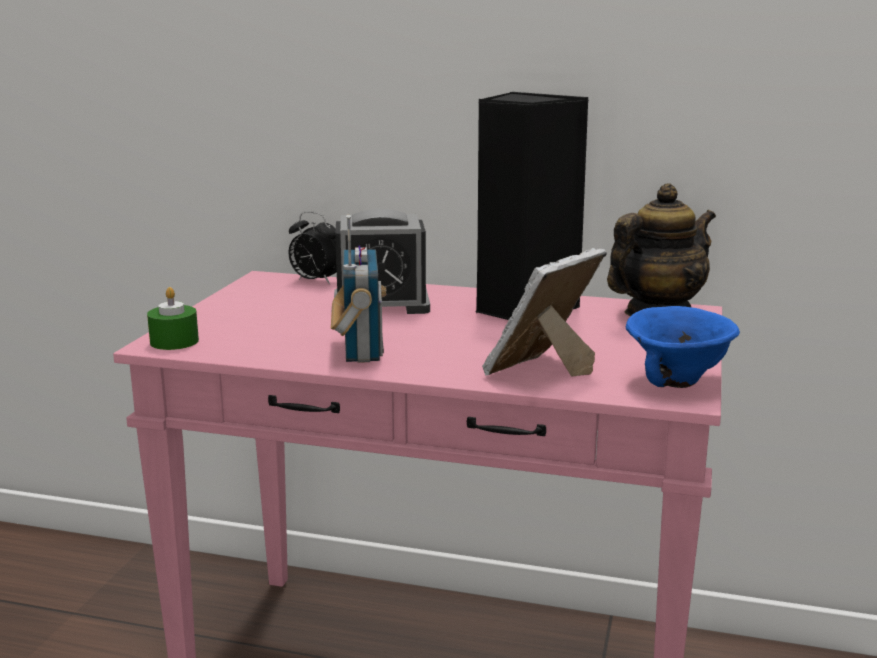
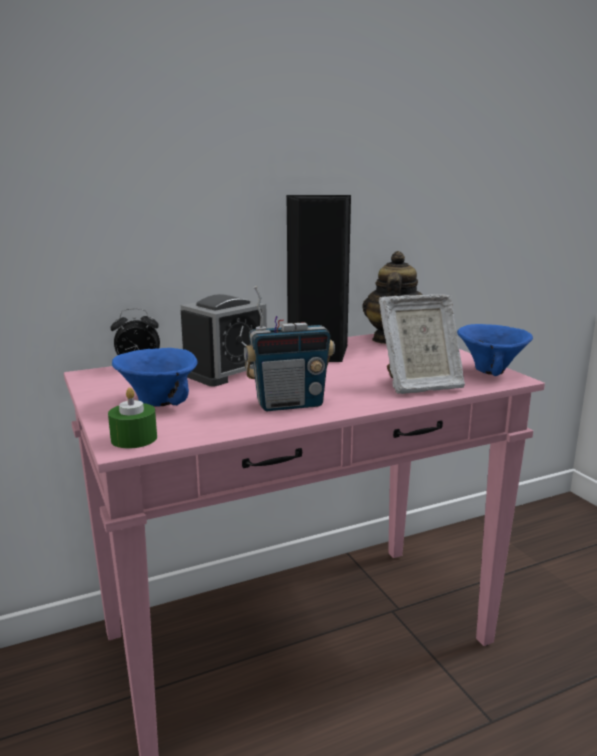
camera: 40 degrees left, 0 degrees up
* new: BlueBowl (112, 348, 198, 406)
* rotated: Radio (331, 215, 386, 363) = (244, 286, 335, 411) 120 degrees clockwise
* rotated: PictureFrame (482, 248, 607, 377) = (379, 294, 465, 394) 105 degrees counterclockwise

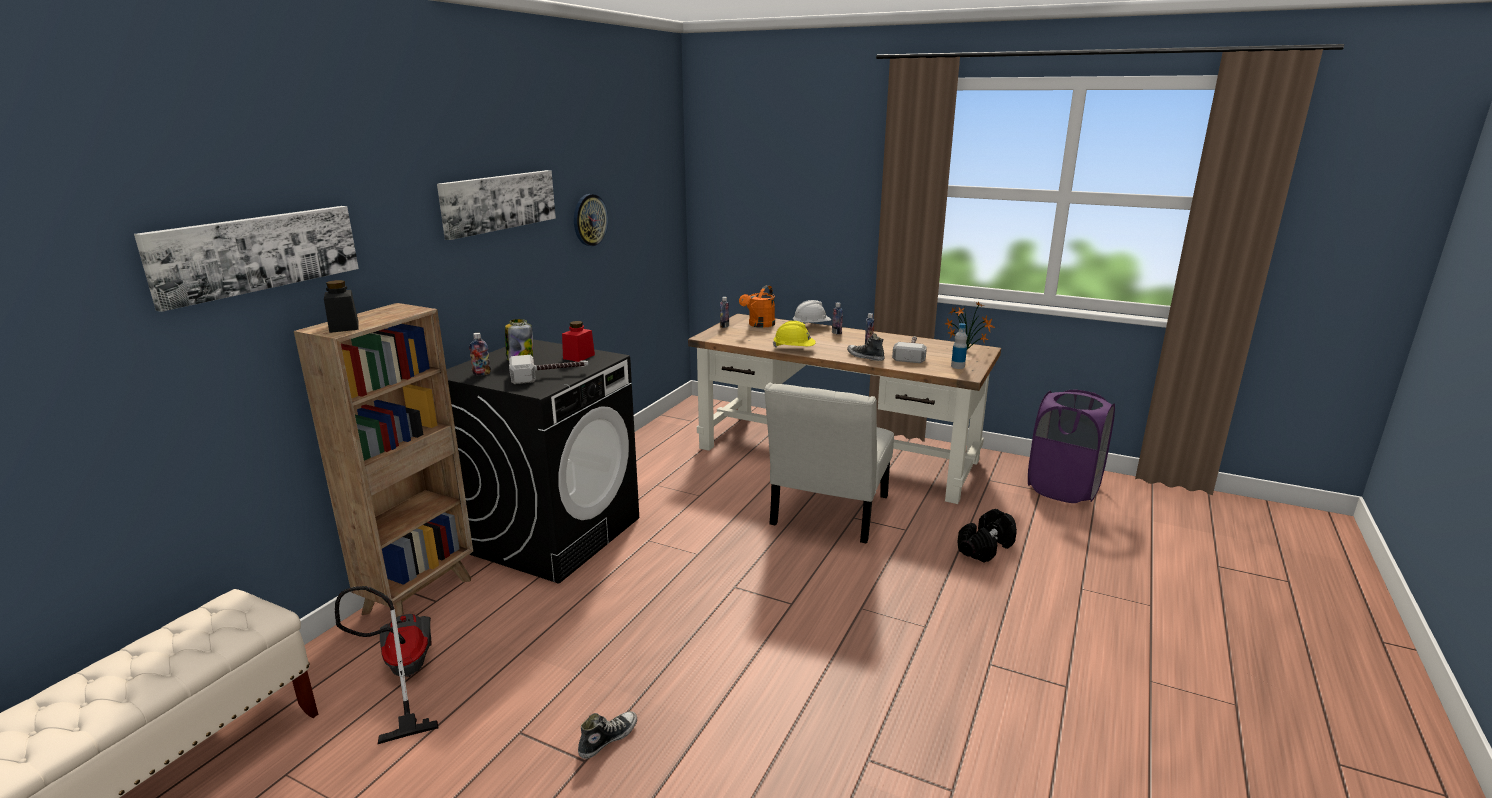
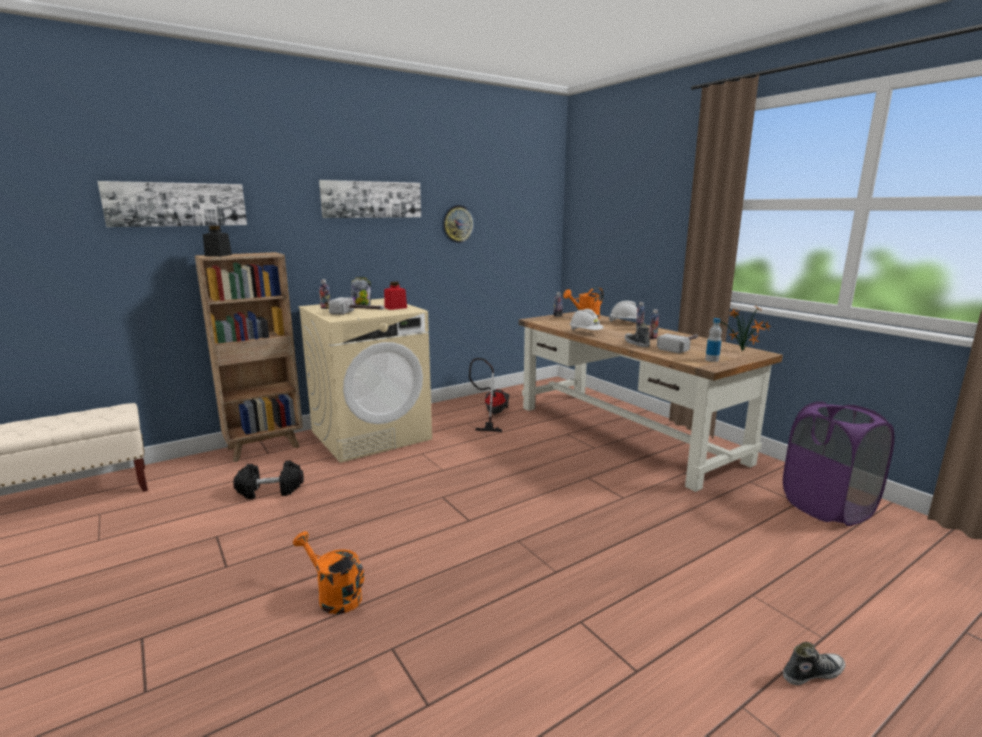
camera: 30 degrees right, 5 degrees down
* shifted: BlackDumbbell (957, 509, 1017, 563) to (233, 460, 304, 499)
* new: OrangeWateringCan (293, 531, 364, 614)
* repainted: BlackWashingMachine (446, 339, 639, 584) to BeigeWashingMachine (299, 298, 432, 463)
* shifted: VacuumCleaner (335, 586, 438, 744) to (469, 358, 510, 432)
* repainted: YellowHardHat (773, 321, 816, 347) to WhiteHardHat (570, 309, 604, 331)
* shifted: Shoe (578, 711, 637, 759) to (783, 642, 846, 685)
* gone: WhiteChair (764, 383, 894, 544)

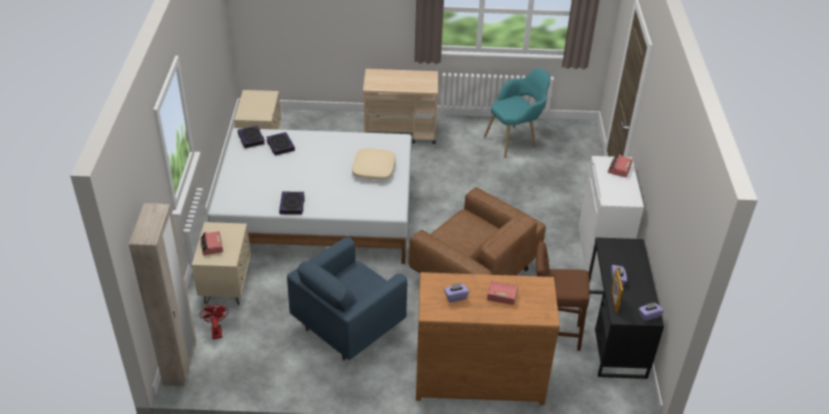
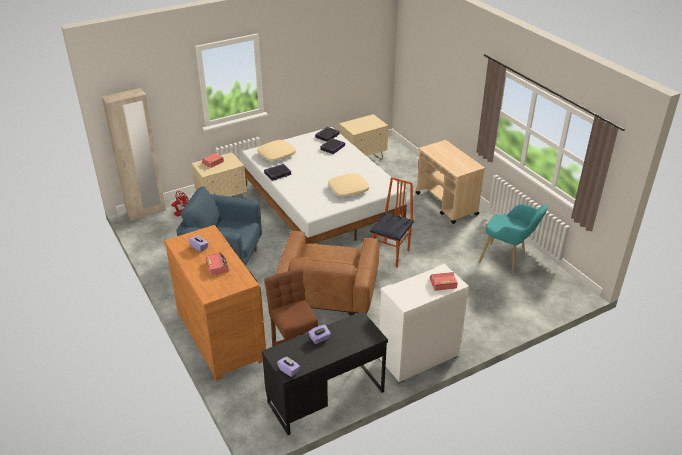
camera: 60 degrees right, 5 degrees down
* new: BeigePillow (257, 140, 296, 161)
* new: Chair (370, 177, 414, 268)
* gone: PictureFrame (611, 268, 624, 313)

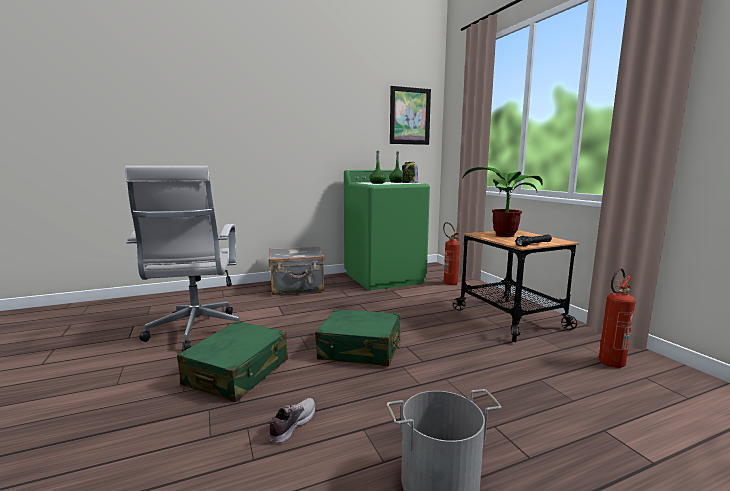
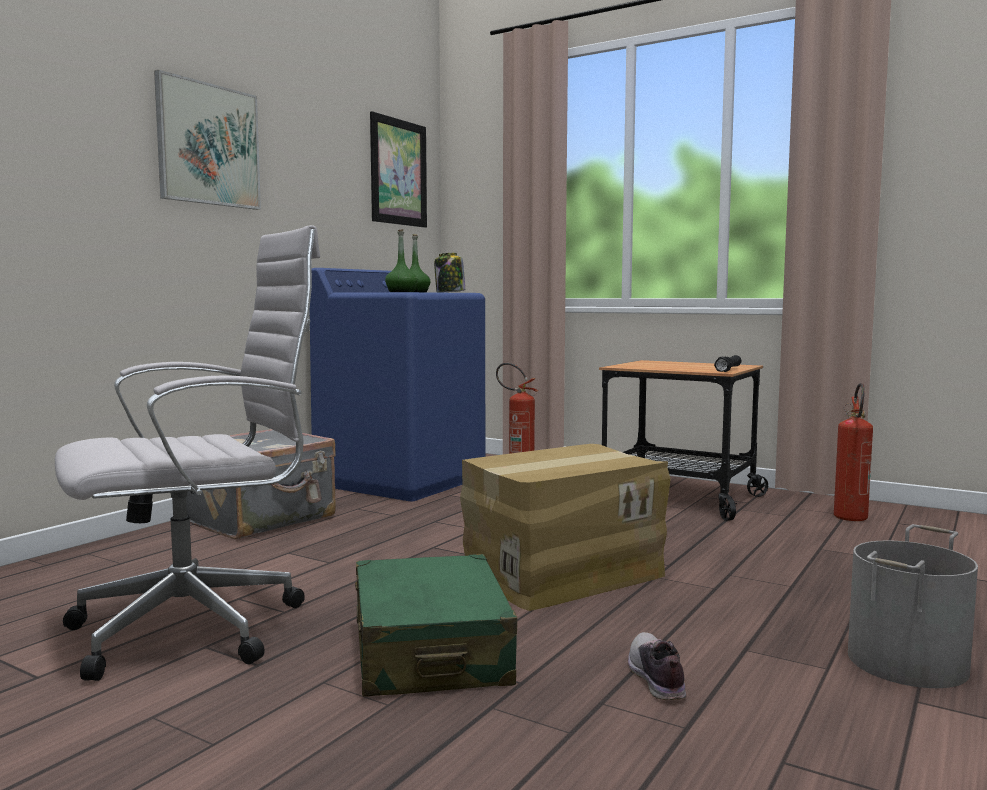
camera: 35 degrees left, 5 degrees down
* rotated: WhiteOfficeChair (125, 166, 240, 350) = (55, 225, 320, 681) 75 degrees counterclockwise
* new: Picture (154, 70, 261, 210)
* repainted: GreenWashingMachine (344, 170, 430, 291) to BlueWashingMachine (310, 268, 485, 501)
* swapped: GreenSuitcase (315, 309, 401, 366) to CardboardBox (460, 444, 671, 611)
* gone: PottedPlant (463, 167, 543, 237)

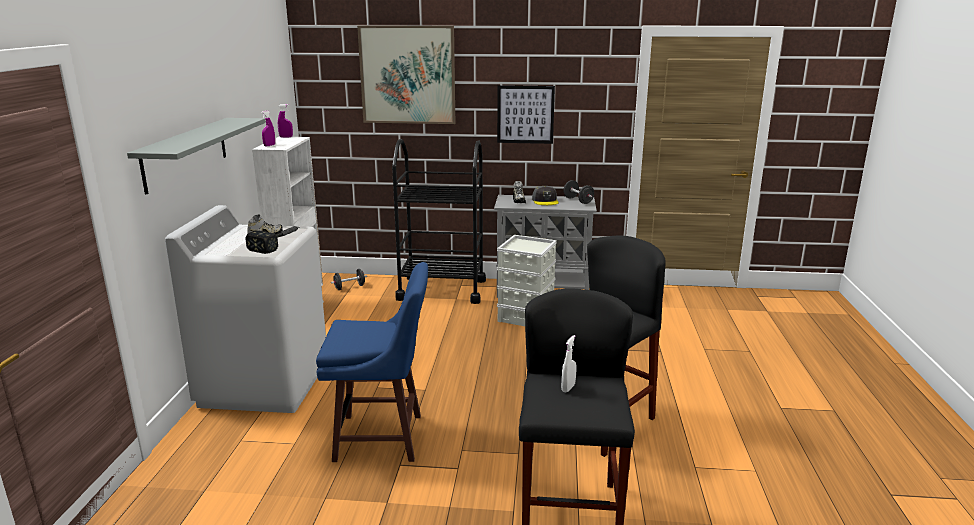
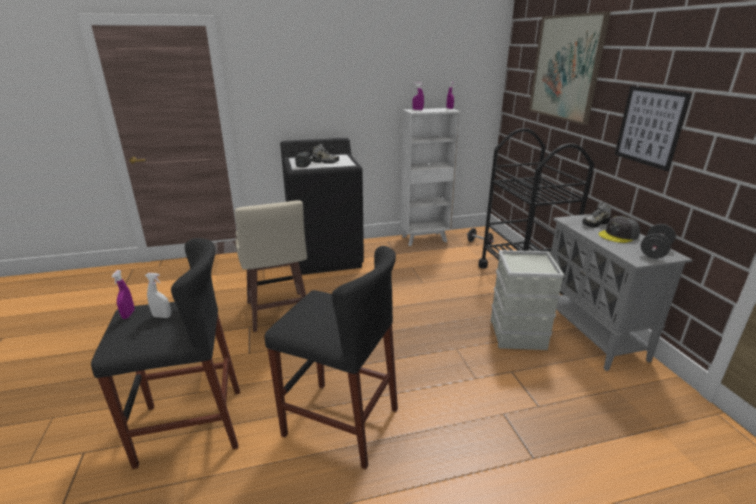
camera: 70 degrees right, 5 degrees up
* new: PurpleSprayBottle (111, 270, 135, 319)
* repainted: BlueStool (316, 262, 428, 462) to BeigeStool (235, 201, 307, 332)
* repainted: WhiteWashingMachine (165, 205, 326, 413) to BlackWashingMachine (280, 138, 364, 275)
* gone: GreyShelf (127, 118, 266, 195)

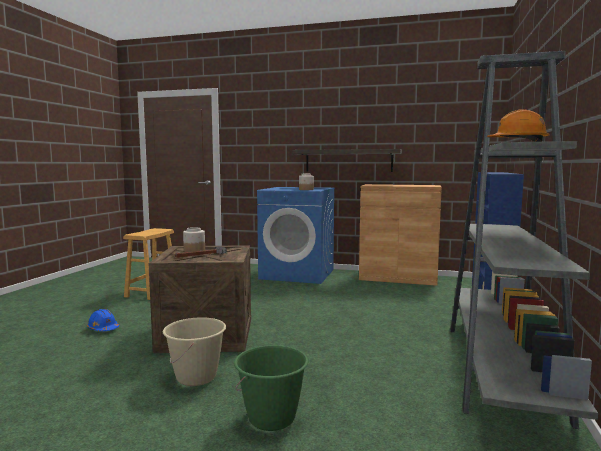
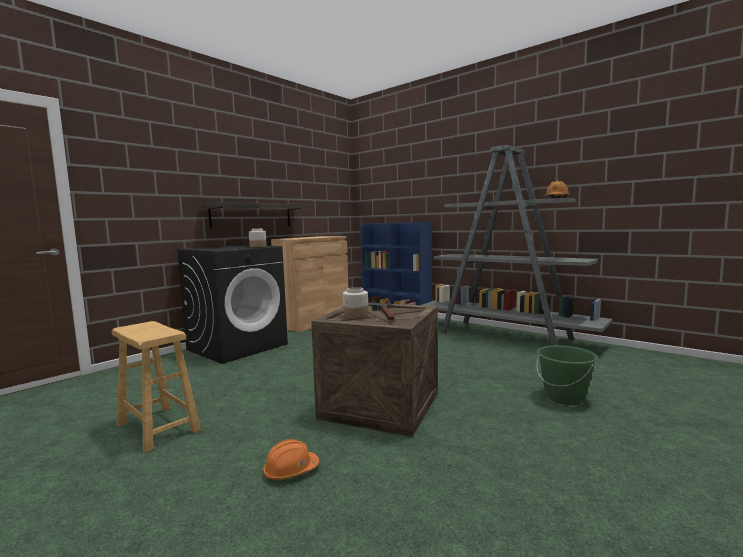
camera: 65 degrees left, 0 degrees up
* repainted: BlueWashingMachine (257, 187, 335, 284) to BlackWashingMachine (176, 245, 288, 364)
* repainted: BlueHardHat (87, 309, 119, 331) to OrangeHardHat (263, 439, 319, 480)
* gone: BeigeBucket (163, 317, 226, 386)

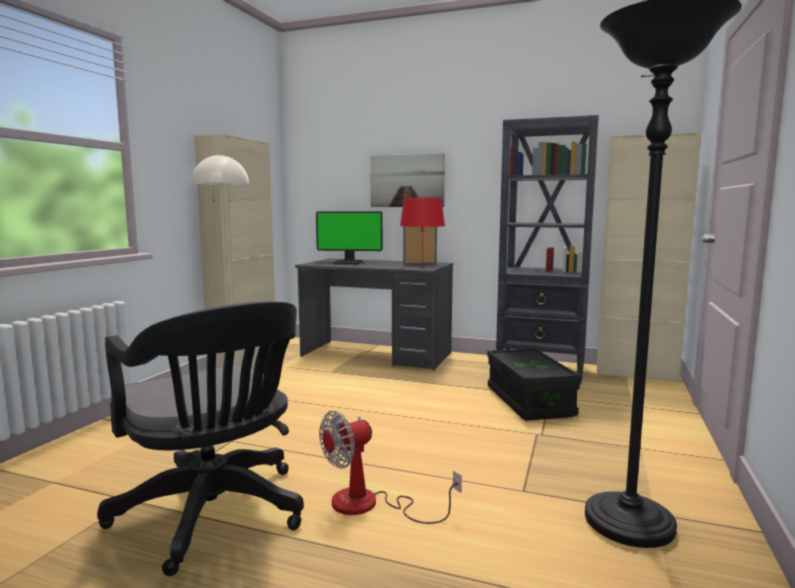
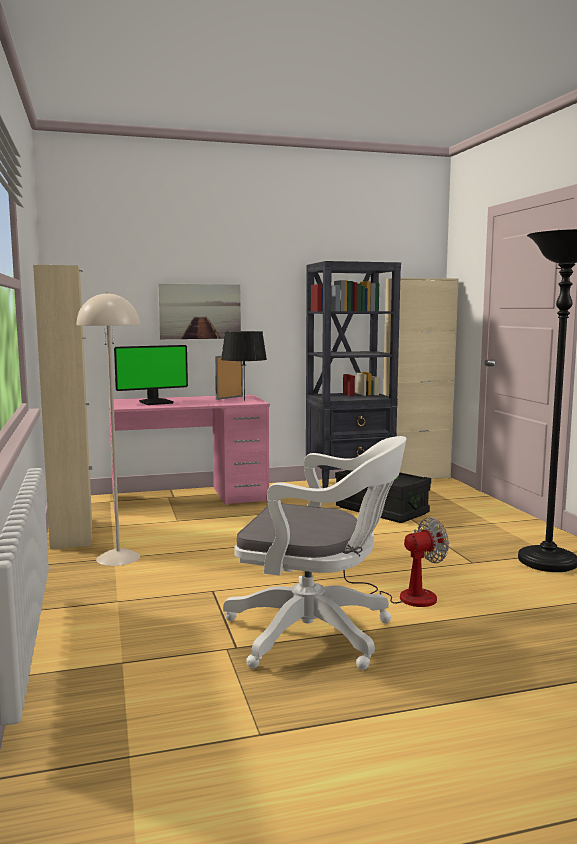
camera: 35 degrees left, 0 degrees up
* repainted: GreyDesk (295, 259, 453, 371) to PinkDesk (109, 395, 270, 514)
* repainted: RedTableLamp (400, 198, 445, 267) to BlackTableLamp (221, 331, 267, 401)
* repainted: BlackOfficeChair (97, 301, 304, 576) to WhiteOfficeChair (223, 436, 407, 670)
* rotated: Fan (319, 411, 462, 524) = (344, 517, 449, 607) 135 degrees counterclockwise

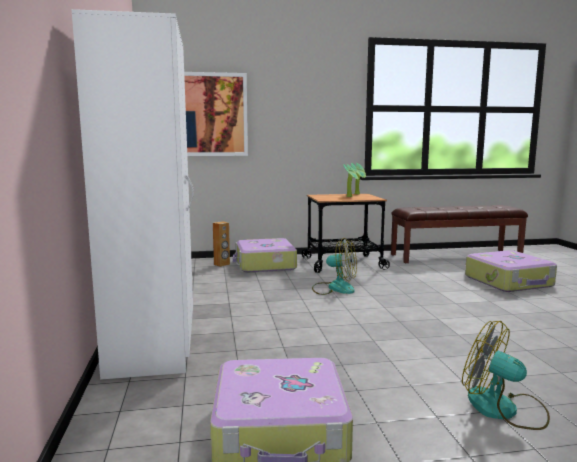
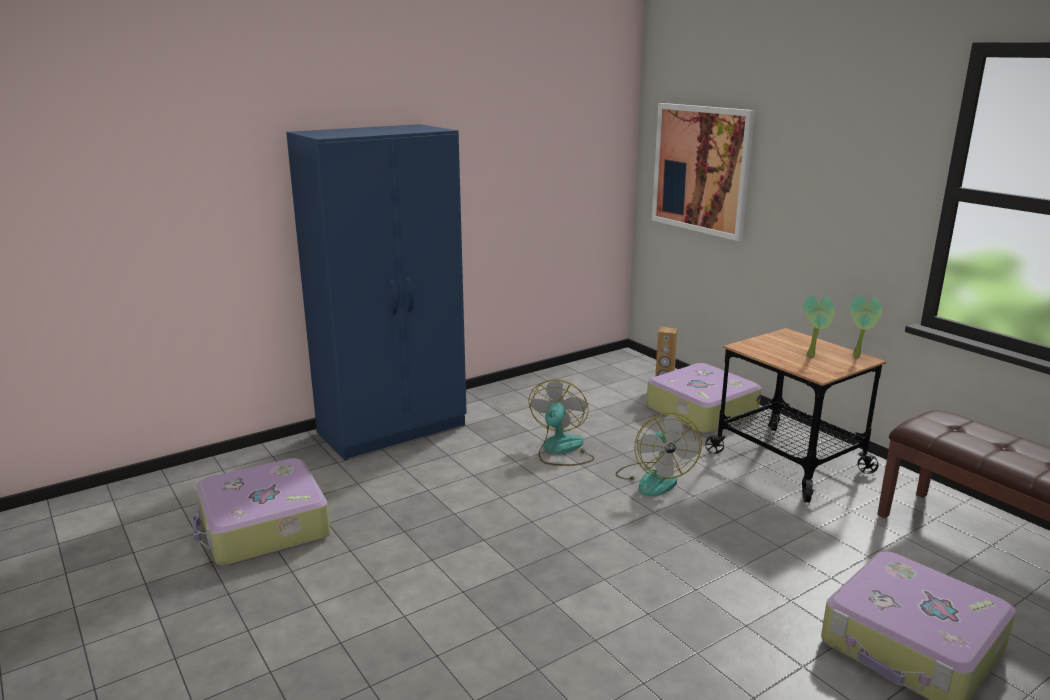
camera: 65 degrees right, 10 degrees up
* repainted: WhiteWardrobe (72, 9, 194, 380) to BlueWardrobe (286, 124, 467, 460)
* shifted: Fan (462, 321, 550, 430) to (528, 379, 595, 466)

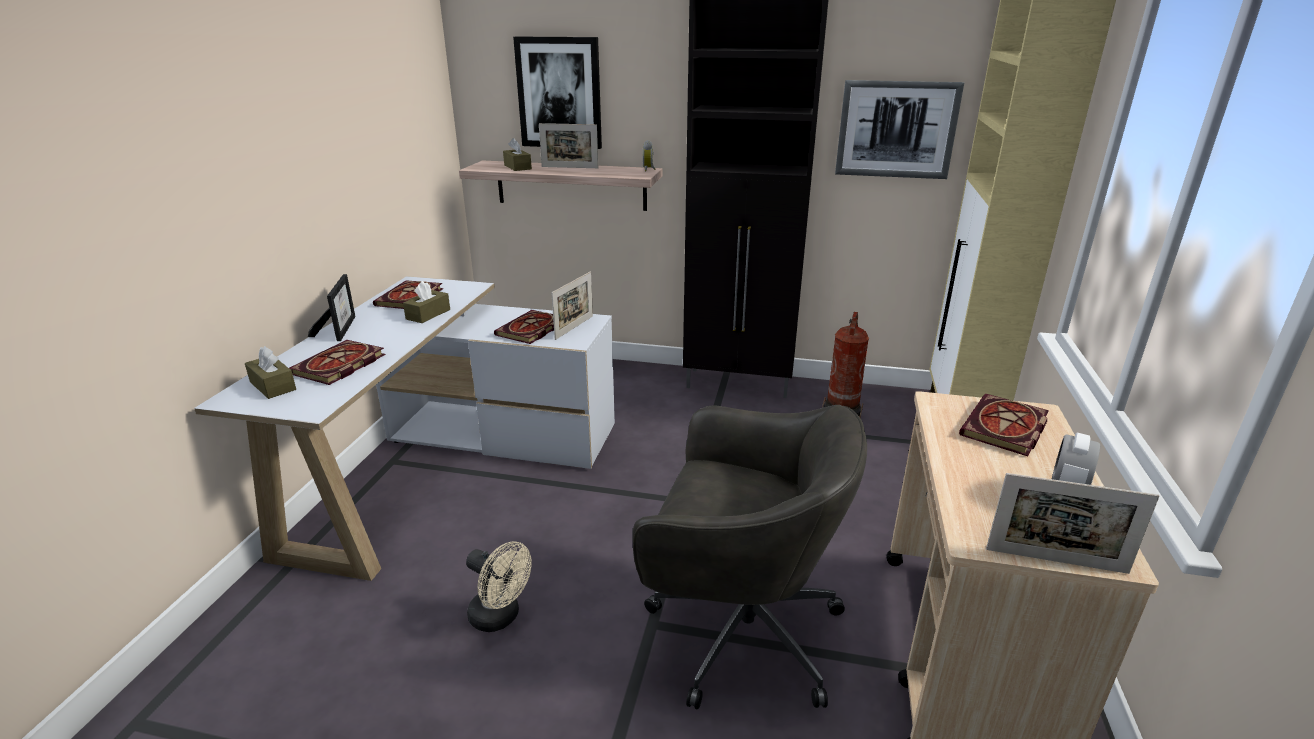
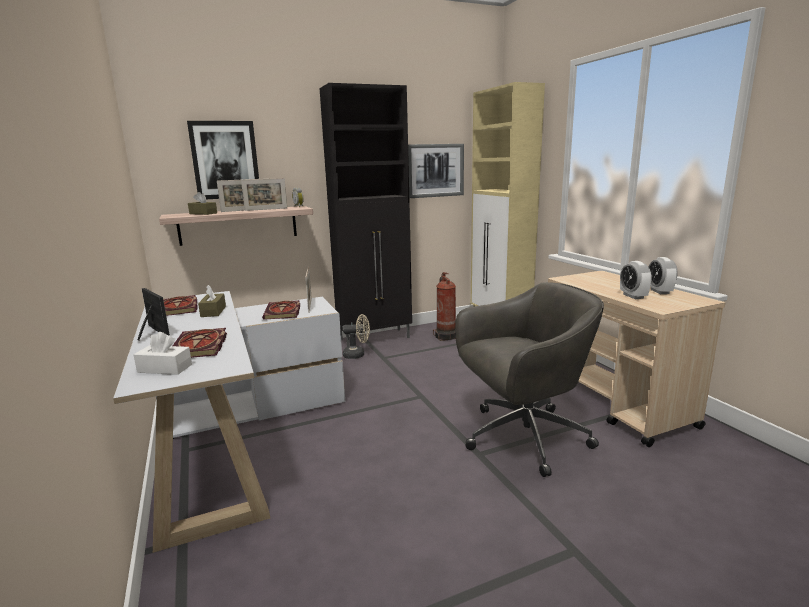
camera: 35 degrees left, 10 degrees down
* repainted: BrownTissueBox (245, 346, 296, 399) to WhiteTissueBox (133, 332, 192, 375)
* shifted: PictureFrame (986, 473, 1159, 574) to (241, 178, 287, 211)
* shifted: BeigeFan (466, 541, 532, 632) to (342, 314, 370, 359)
* new: AlarmClock (620, 261, 652, 299)
* gone: Book (959, 394, 1049, 456)

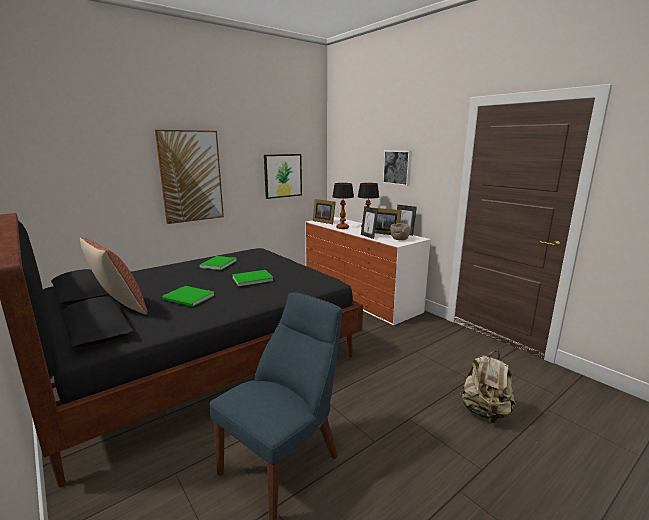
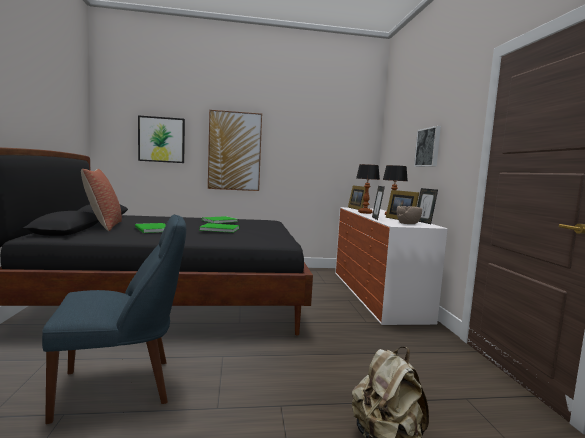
camera: 30 degrees right, 10 degrees down
* shifted: Picture (264, 154, 302, 199) to (138, 115, 185, 163)

